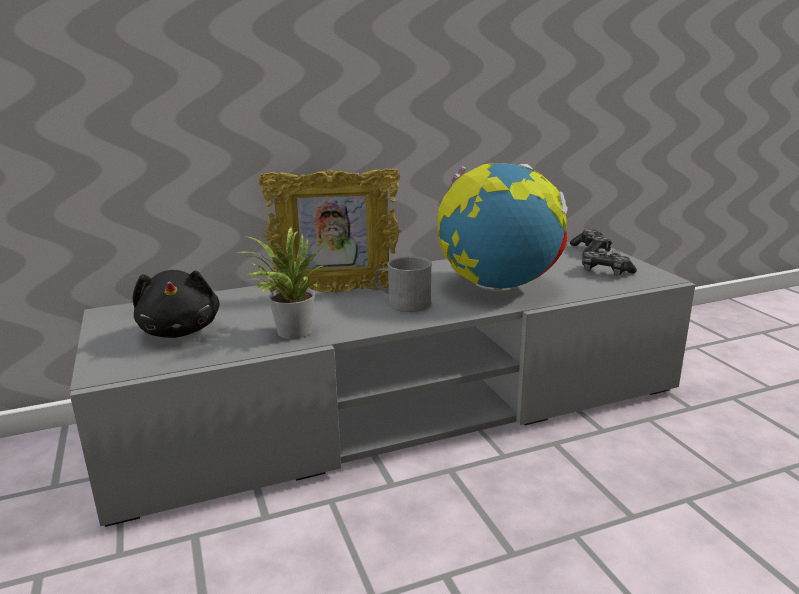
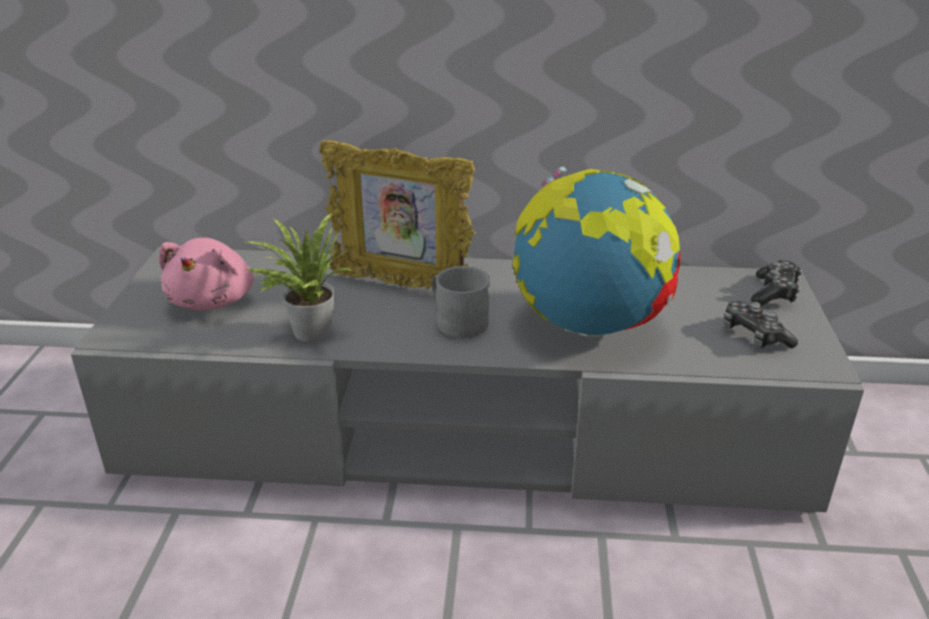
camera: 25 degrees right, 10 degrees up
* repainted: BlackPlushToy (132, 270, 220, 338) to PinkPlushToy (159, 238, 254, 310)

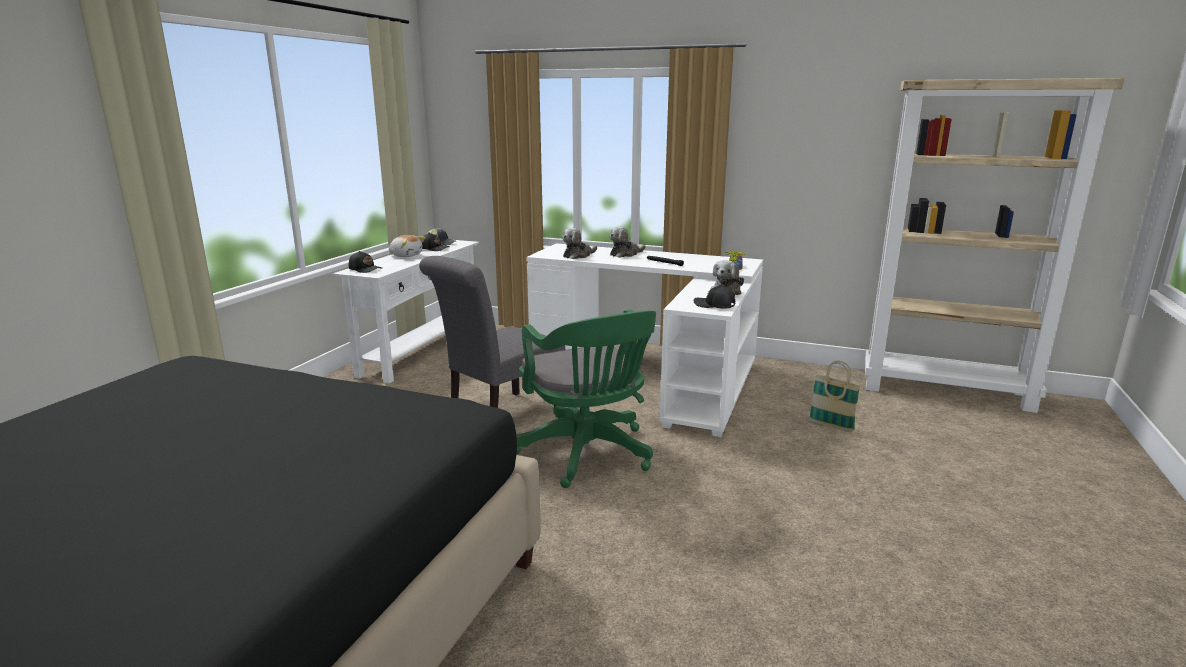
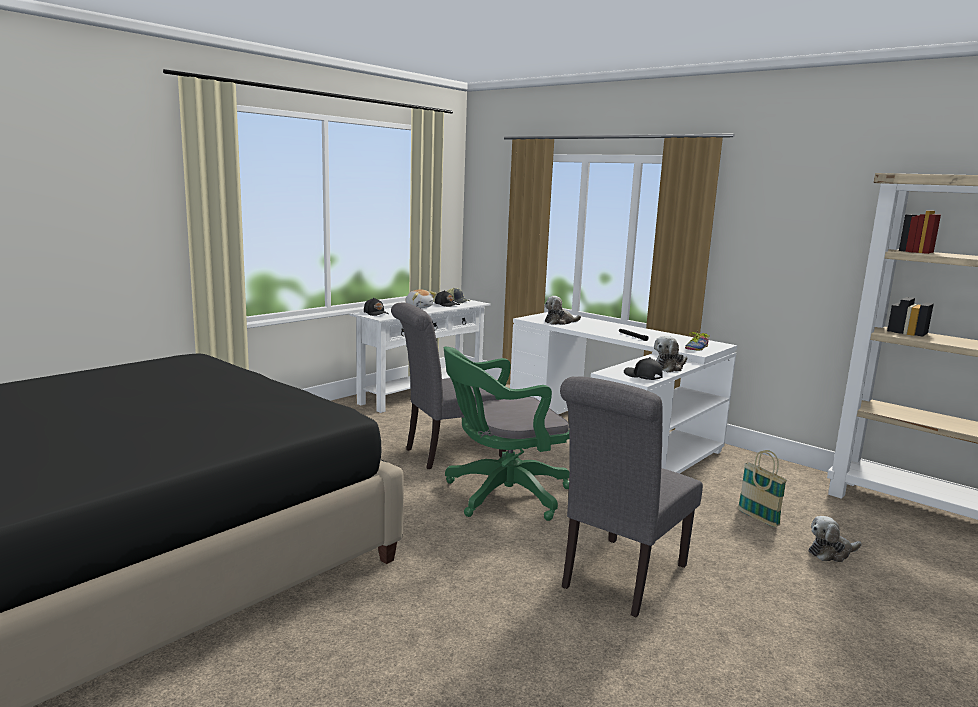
camera: 20 degrees right, 5 degrees down
* rotated: GreenOfficeChair (516, 310, 656, 488) = (444, 347, 569, 521) 75 degrees clockwise
* new: GreyChair (560, 376, 703, 618)
* shifted: PlushToy (610, 226, 646, 258) to (809, 516, 862, 562)

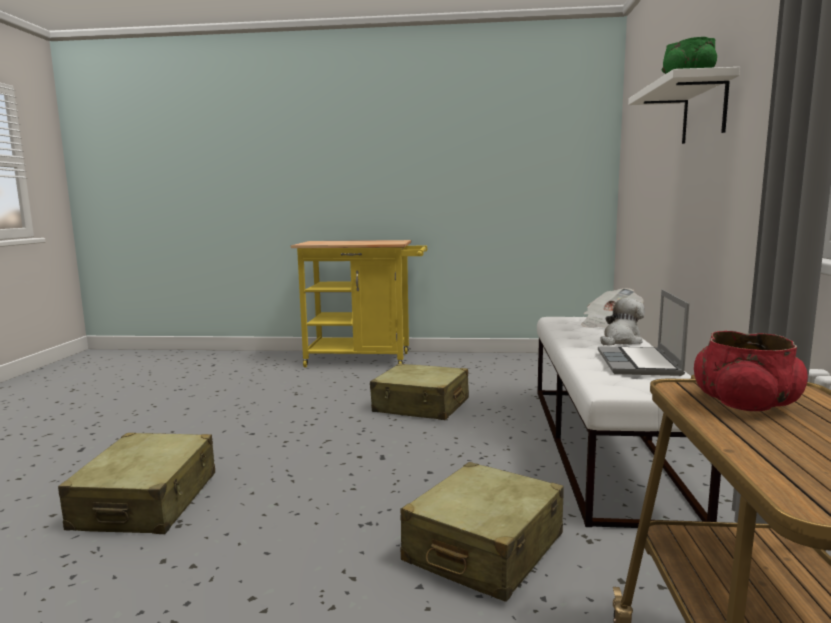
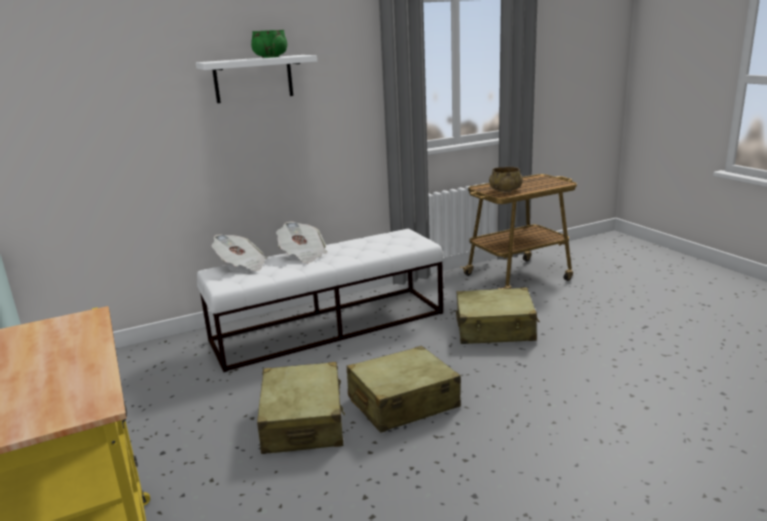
camera: 120 degrees left, 10 degrees up
* swapped: PlushToy (601, 298, 645, 346) to Newspaper (276, 222, 328, 263)
* shifted: BeigeSuitcase (58, 433, 215, 534) to (347, 346, 461, 433)
* repainted: RedBowl (694, 331, 808, 411) to BeigeBowl (489, 167, 523, 192)
* gone: Laptop (598, 289, 689, 376)

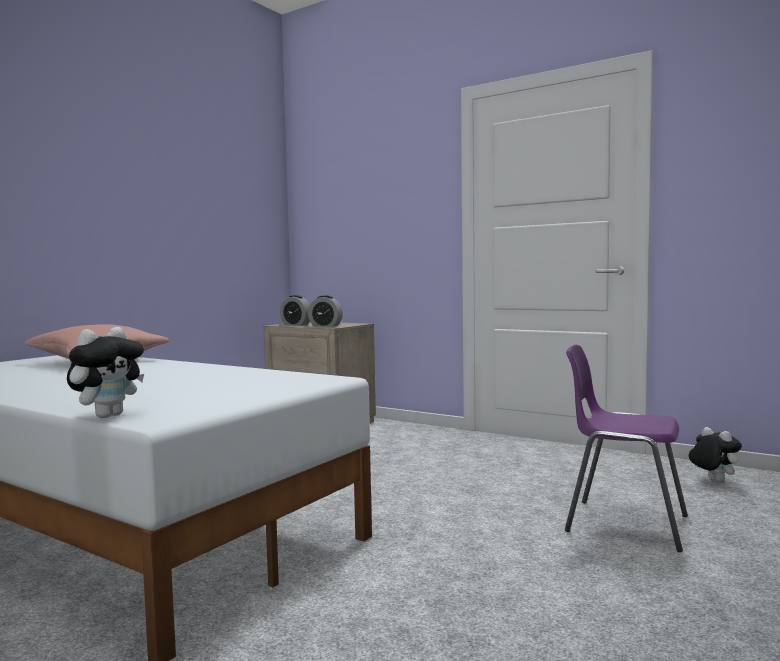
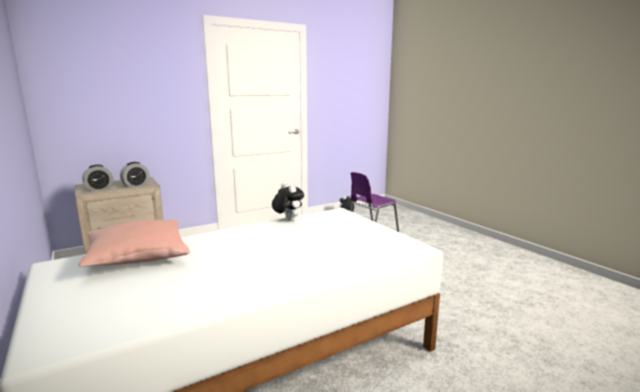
camera: 65 degrees left, 10 degrees up
* shifted: PlushToy (67, 327, 144, 418) to (272, 182, 304, 221)

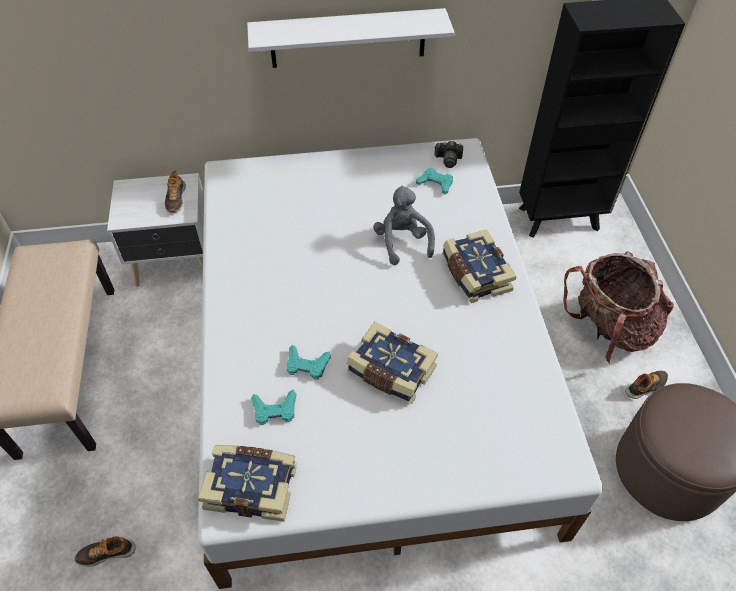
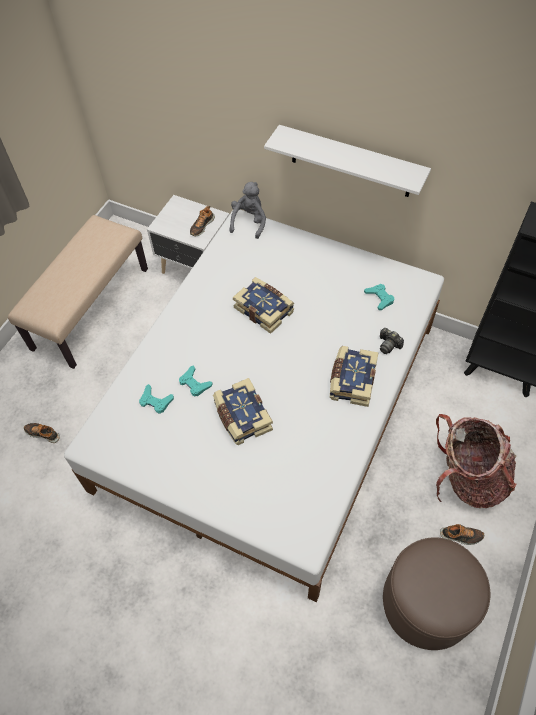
camera: 35 degrees right, 5 degrees up
* shifted: GreyPlushToy (373, 186, 435, 265) to (230, 182, 266, 239)
* shifted: Book (198, 445, 296, 522) to (233, 277, 294, 334)
* shifted: PhotoCamera (434, 141, 463, 168) to (380, 328, 404, 354)

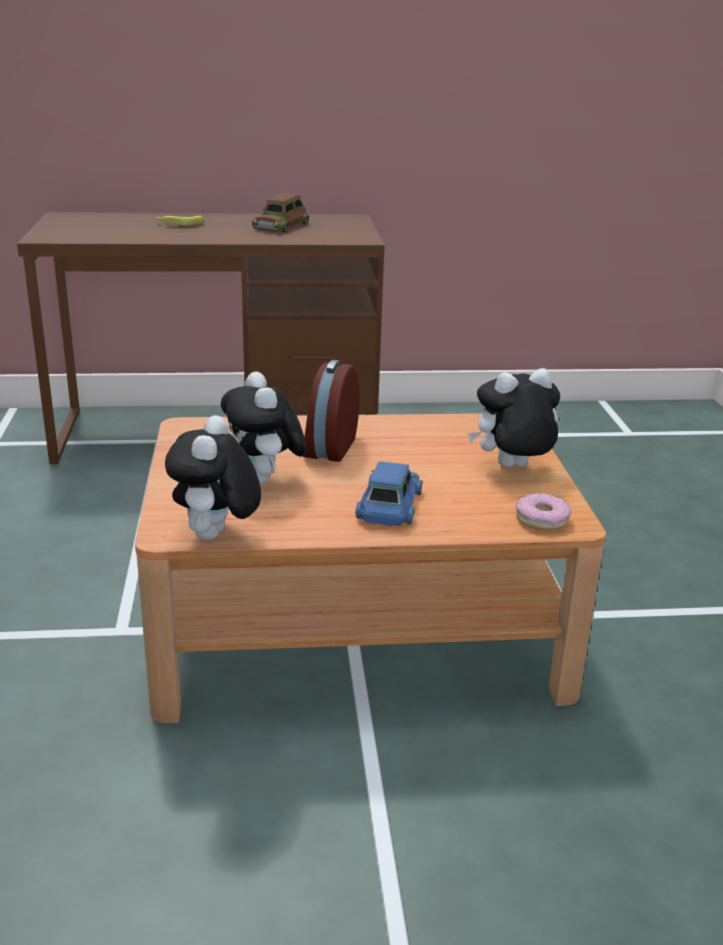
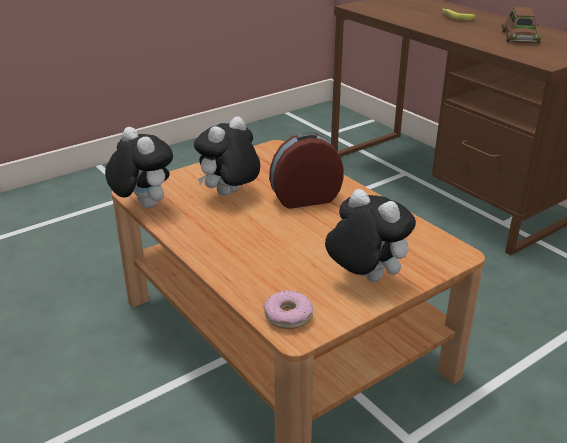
camera: 60 degrees right, 5 degrees up
* rotated: PlushToy (165, 415, 261, 541) = (105, 127, 173, 208) 75 degrees clockwise
* rotated: BrownToyCar (252, 193, 309, 232) = (502, 7, 541, 43) 75 degrees counterclockwise
* gone: BlueToyCar (355, 461, 423, 526)

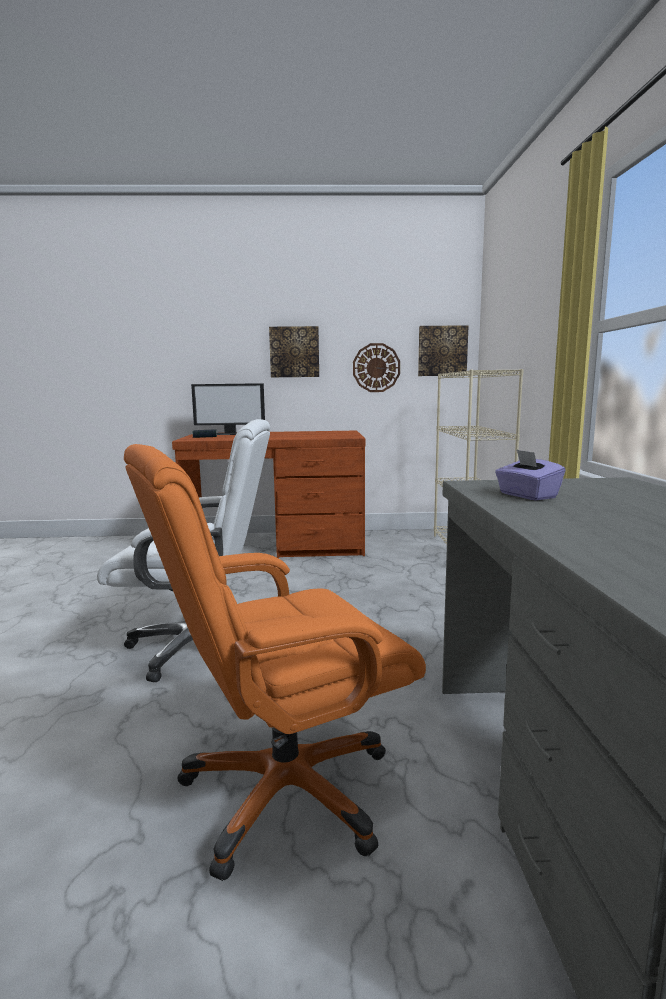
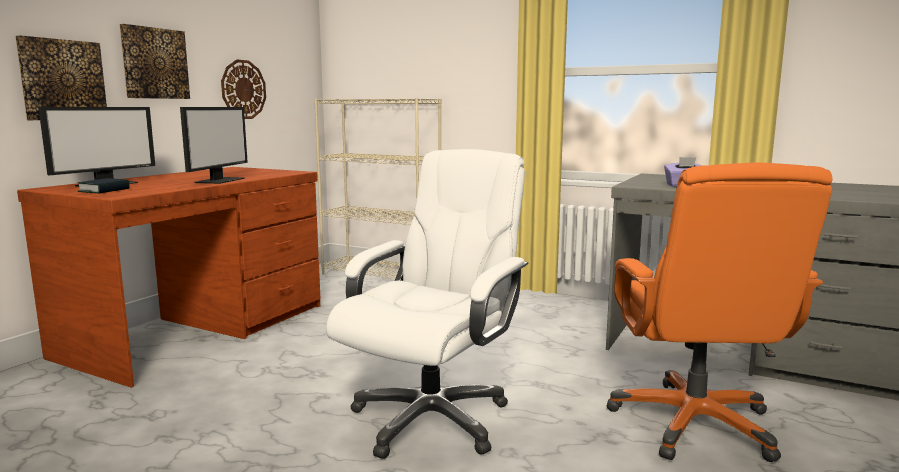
camera: 60 degrees left, 0 degrees up
* shifted: Picture (418, 325, 469, 376) to (15, 35, 107, 120)
* new: Monitor (180, 107, 248, 184)

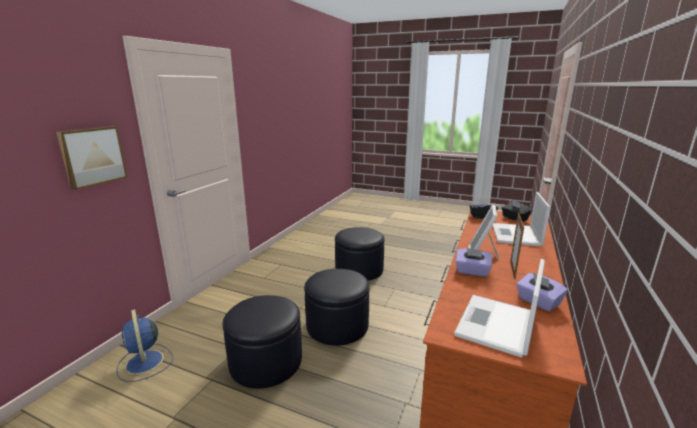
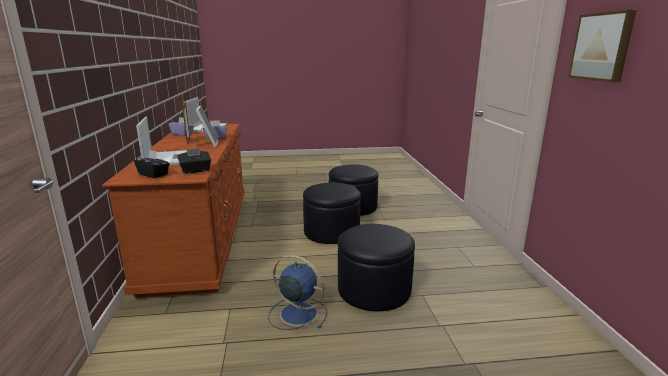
camera: 150 degrees right, 0 degrees up
* shifted: BlueFan (117, 309, 173, 382) to (268, 255, 327, 330)
* shifted: Picture (56, 126, 128, 190) to (568, 10, 637, 82)

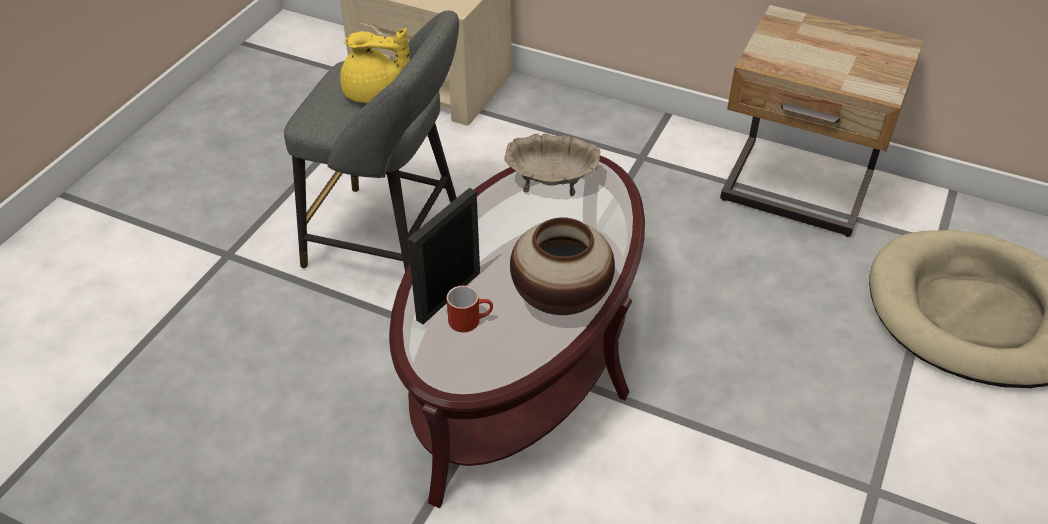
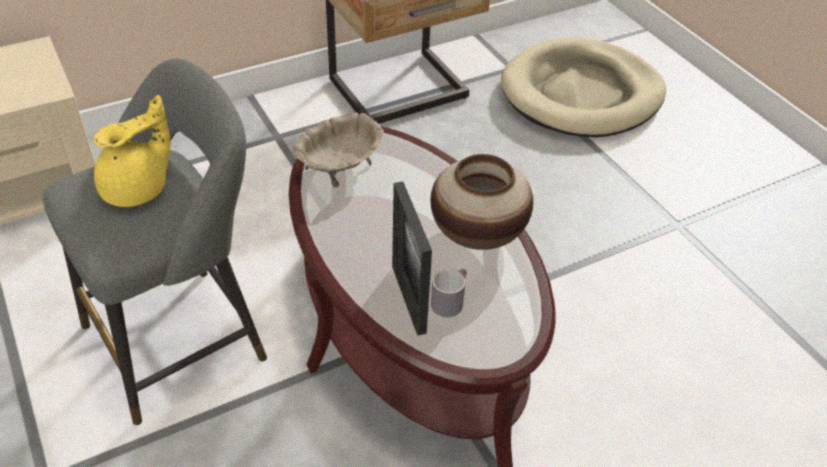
camera: 55 degrees left, 0 degrees up
* repainted: RedMug (447, 285, 493, 332) to GreyMug (431, 269, 467, 317)

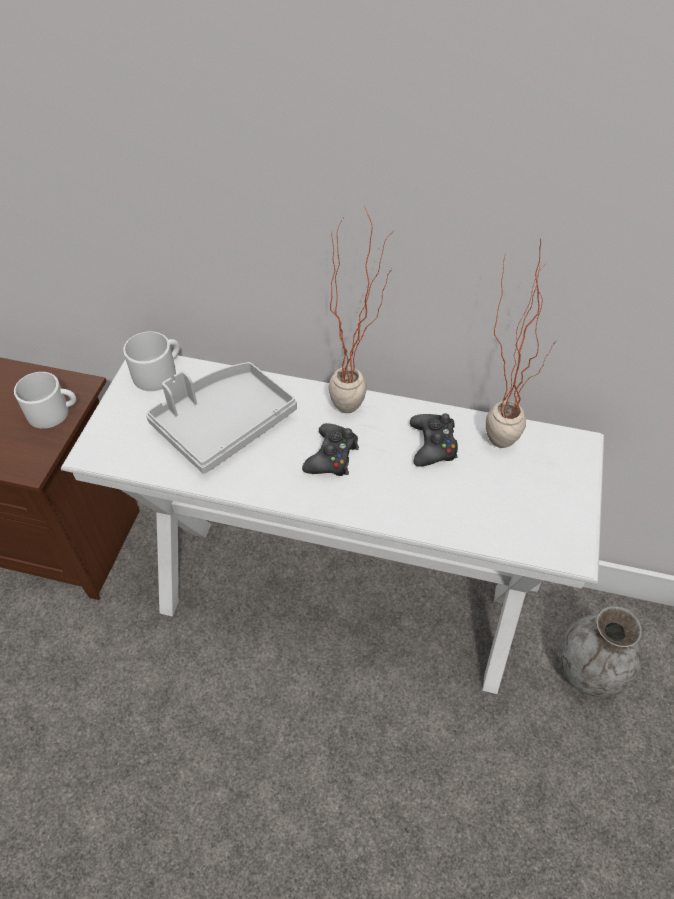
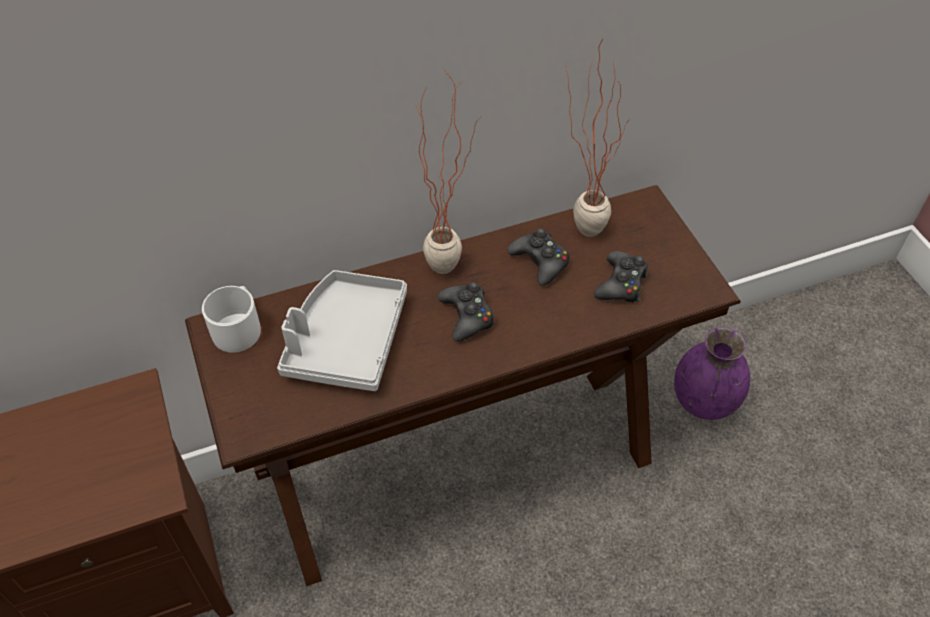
camera: 35 degrees left, 0 degrees up
* repainted: WhiteConsoleTable (61, 355, 604, 694) to BrownConsoleTable (185, 185, 741, 586)
* new: BlackGameController (594, 251, 648, 303)
* repainted: GreyVase (559, 606, 642, 697) to PurpleVase (674, 327, 750, 420)
* gone: WhiteMug (14, 372, 76, 429)

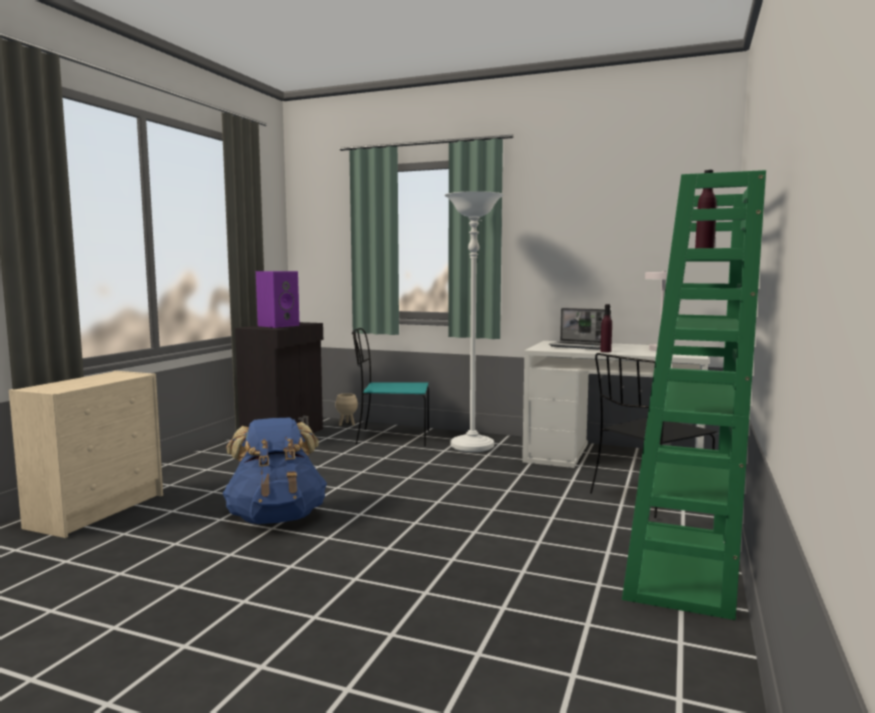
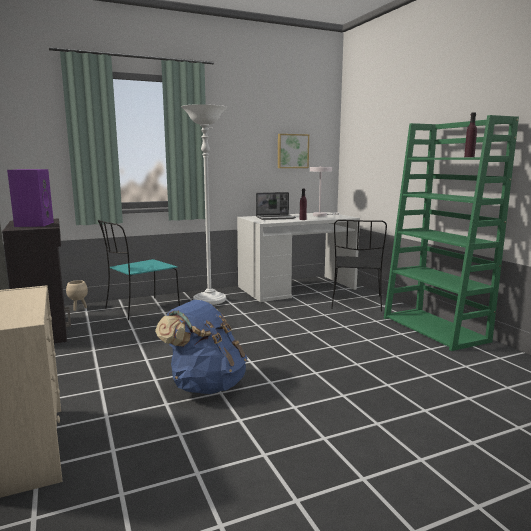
camera: 45 degrees left, 5 degrees up
* new: Picture (278, 134, 309, 168)

